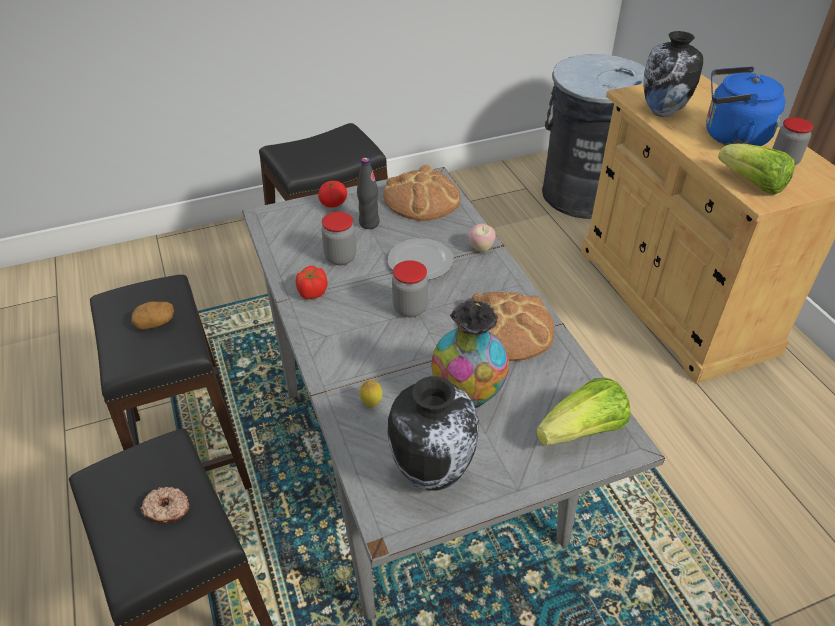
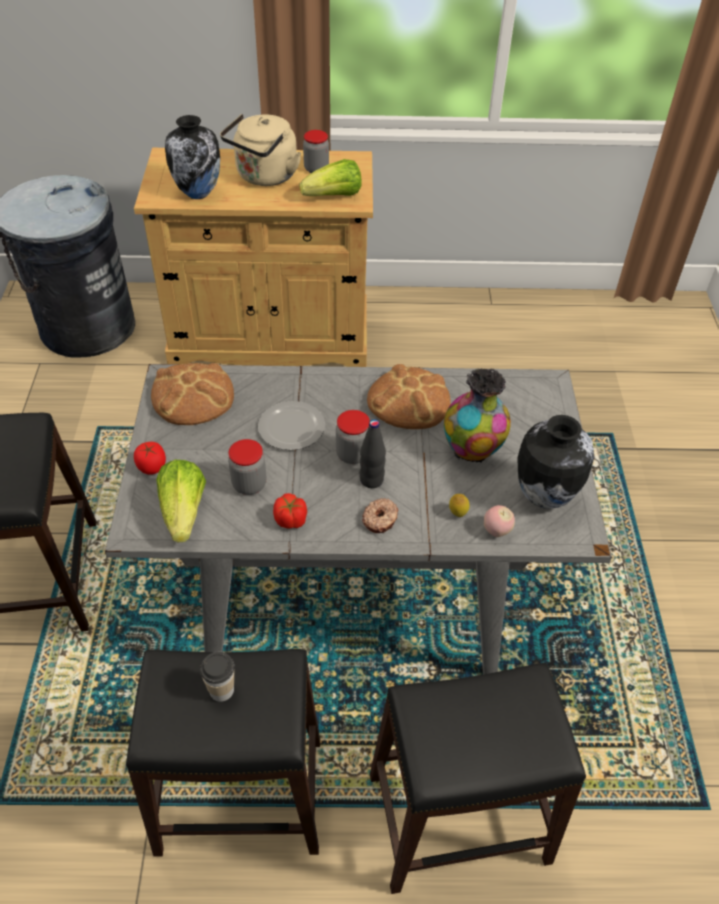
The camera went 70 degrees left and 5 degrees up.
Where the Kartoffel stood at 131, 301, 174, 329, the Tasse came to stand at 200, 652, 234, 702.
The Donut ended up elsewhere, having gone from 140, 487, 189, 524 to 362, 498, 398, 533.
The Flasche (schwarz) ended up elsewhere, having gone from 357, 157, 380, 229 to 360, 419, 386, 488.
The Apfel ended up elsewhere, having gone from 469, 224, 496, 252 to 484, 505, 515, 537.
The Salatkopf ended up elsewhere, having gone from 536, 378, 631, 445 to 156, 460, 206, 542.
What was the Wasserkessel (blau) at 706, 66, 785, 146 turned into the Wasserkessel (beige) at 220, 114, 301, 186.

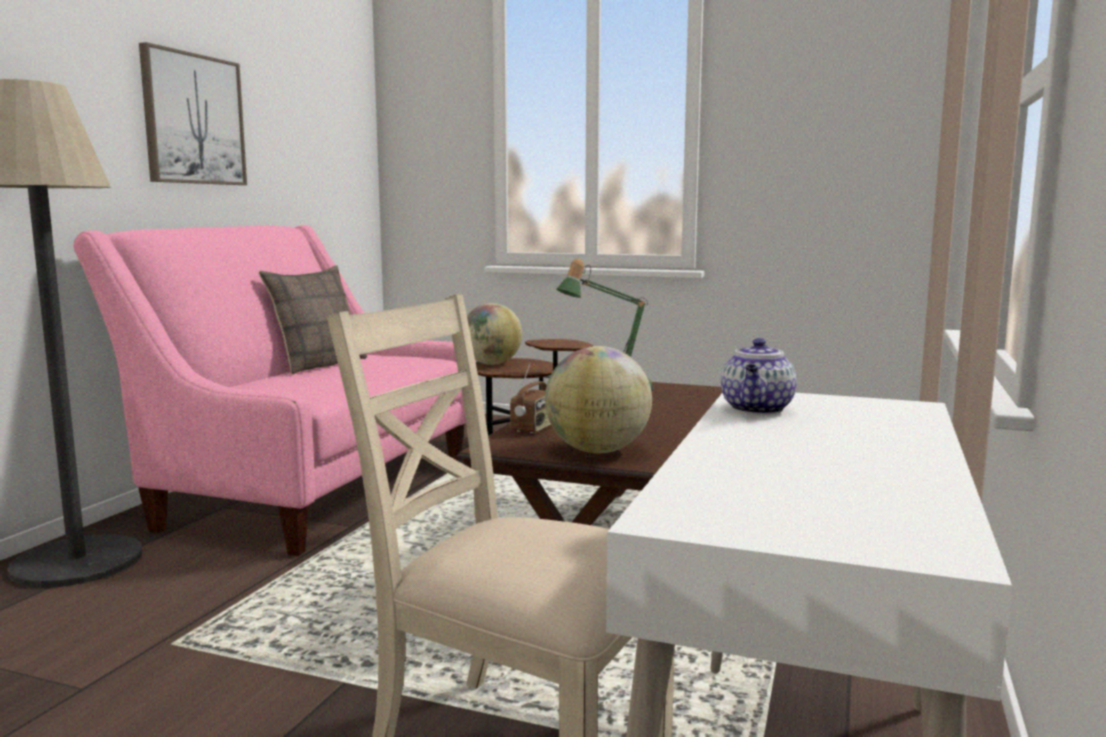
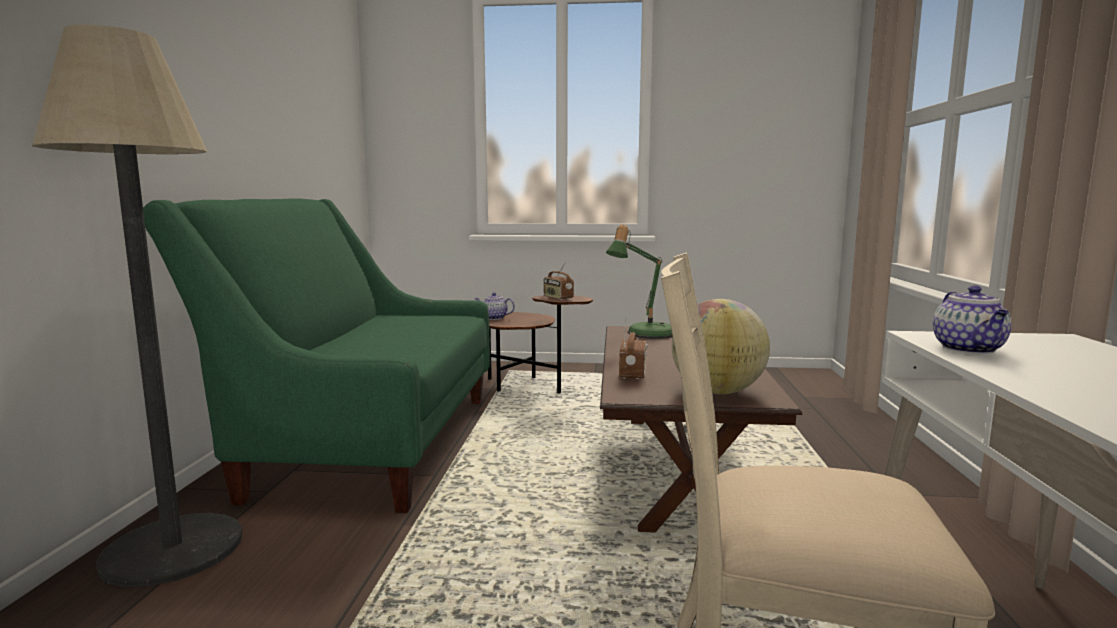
The camera went 15 degrees left and 0 degrees up.
What was the Sofa (rosa) at 73, 225, 466, 556 turned into the Sofa (grün) at 143, 198, 490, 513.
The second view lost the Bild at 139, 42, 247, 185.
The second view lost the Kissen at 259, 265, 367, 375.
Where the Globus stood at 467, 303, 522, 365, the Teekanne came to stand at 474, 292, 515, 320.
The second view gained the Radio at 544, 262, 574, 300.

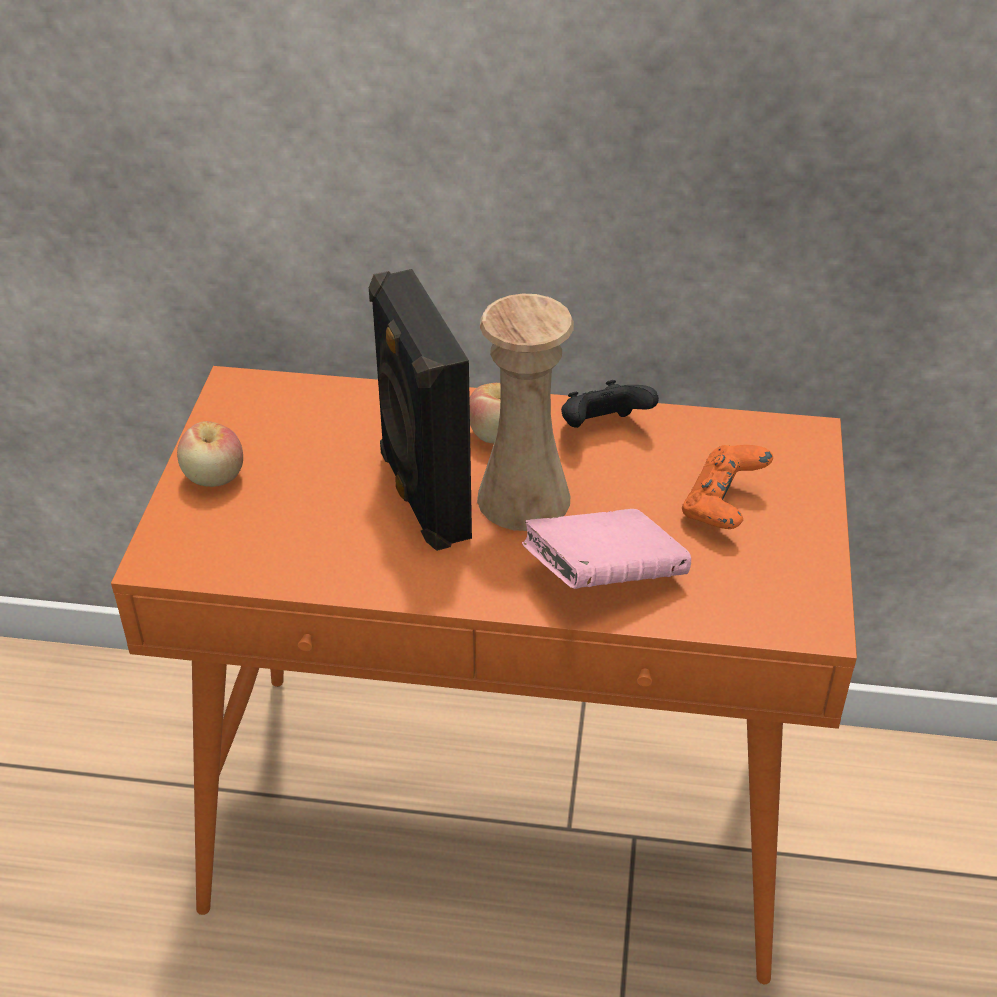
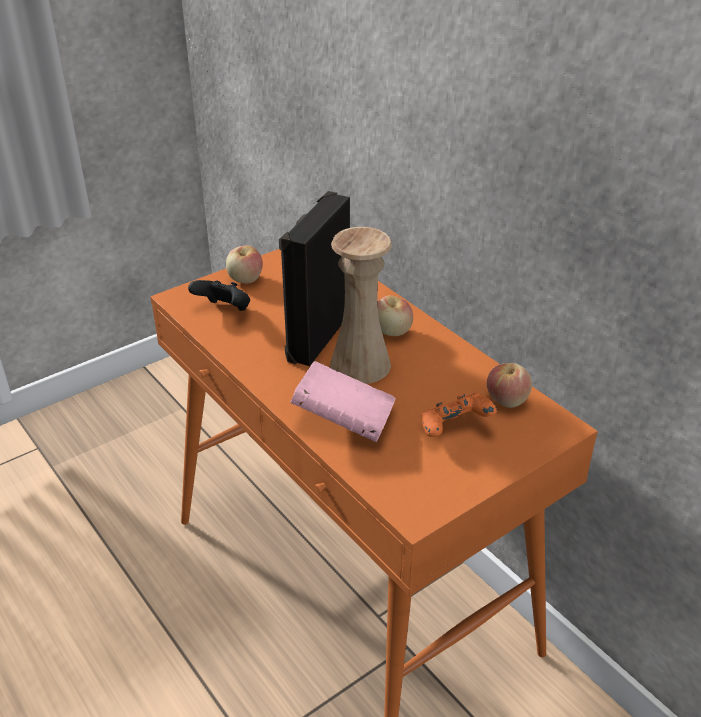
The camera went 45 degrees right and 5 degrees down.
The Gamepad (schwarz) ended up elsewhere, having gone from 561, 380, 659, 428 to 188, 280, 250, 311.
The second view gained the Apfel at 487, 363, 532, 408.

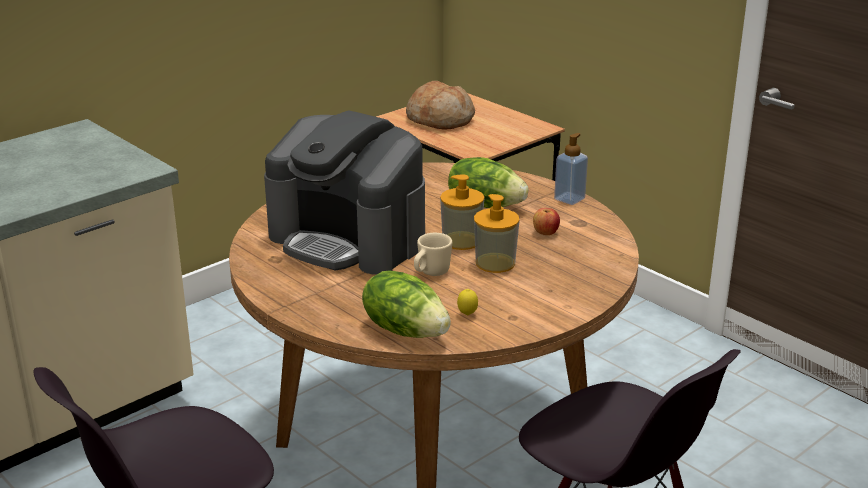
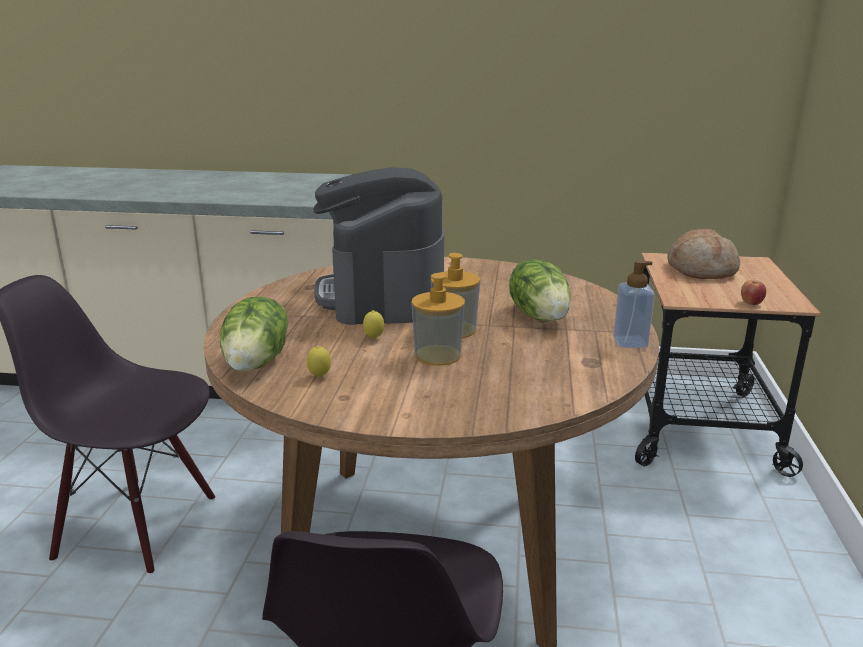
The camera went 50 degrees right and 5 degrees down.
Where the Henkelbecher (beige) stood at 414, 233, 452, 276, the Zitrone came to stand at 363, 310, 384, 339.
The Apfel ended up elsewhere, having gone from 533, 208, 560, 235 to 741, 280, 766, 305.

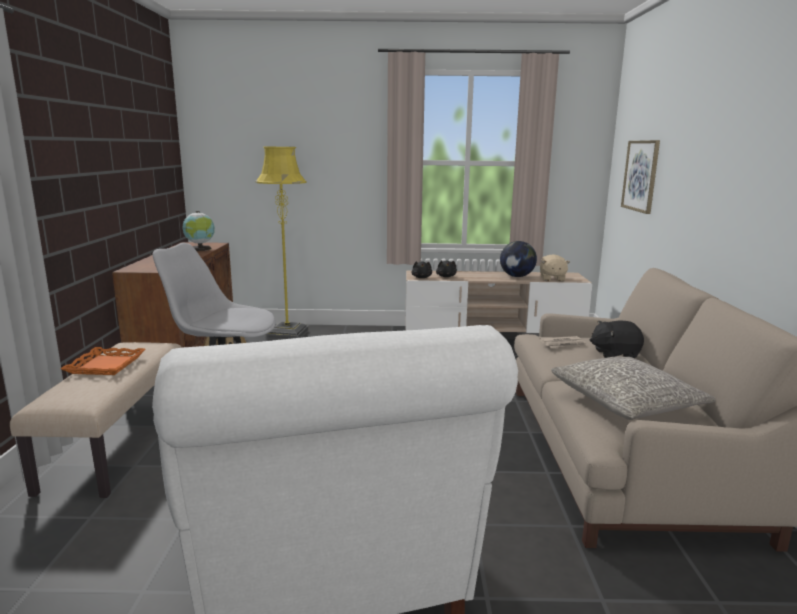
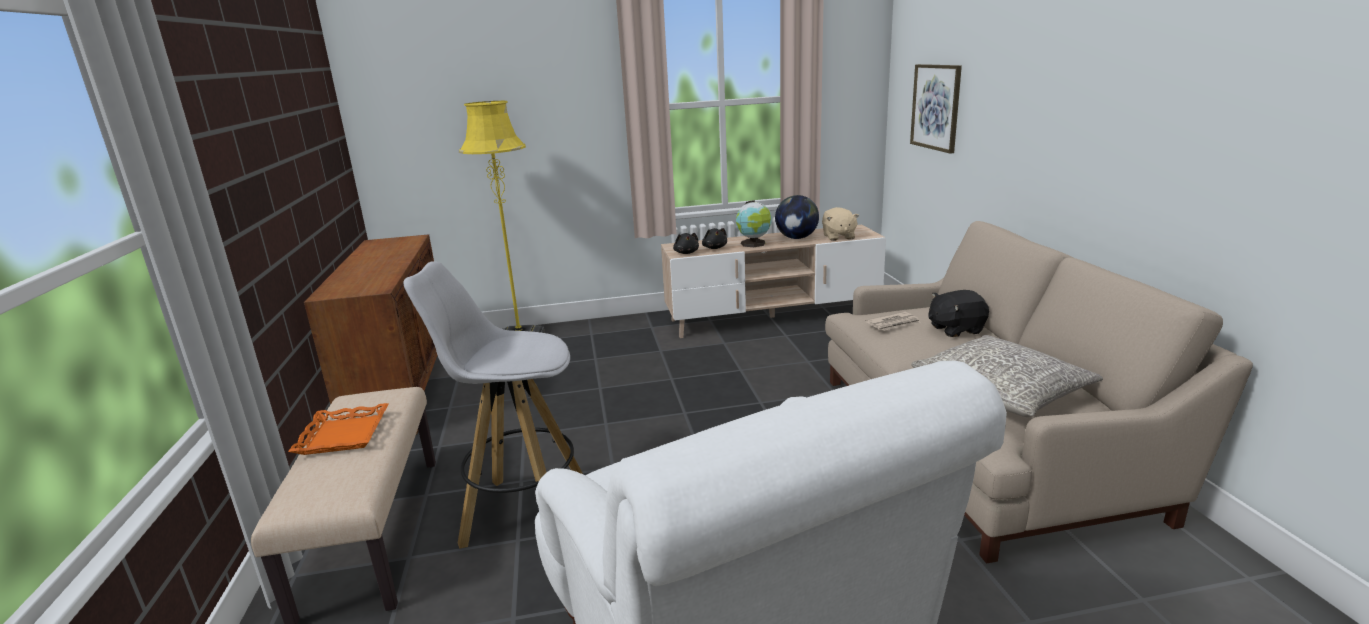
The camera went 10 degrees left and 5 degrees up.
The Globus ended up elsewhere, having gone from 182, 211, 215, 251 to 736, 200, 772, 247.

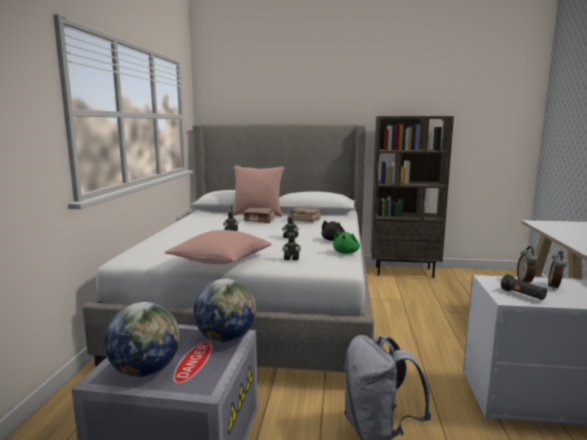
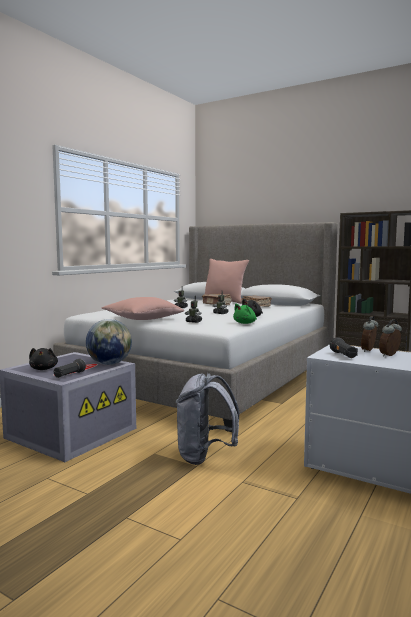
The camera went 25 degrees right and 5 degrees down.
Where the Globus stood at 104, 302, 180, 377, the Plüschtier (schwarz) came to stand at 29, 348, 58, 370.
The second view gained the Taschenlampe (schwarz) at 53, 359, 86, 378.

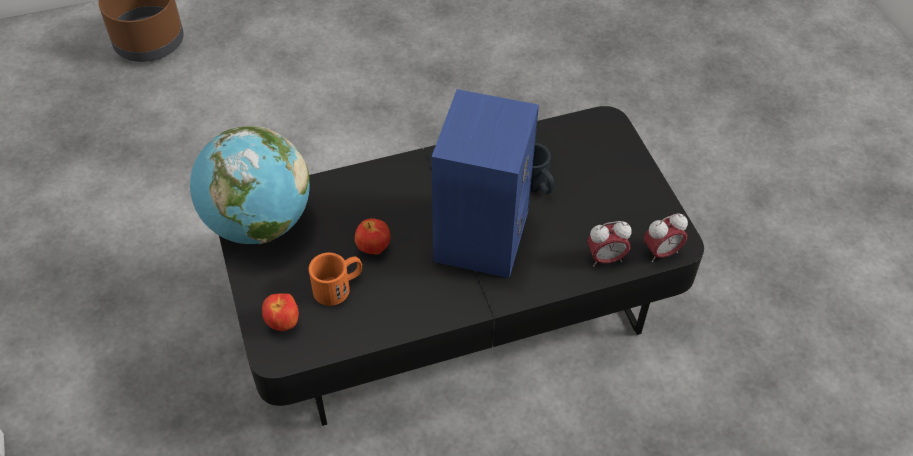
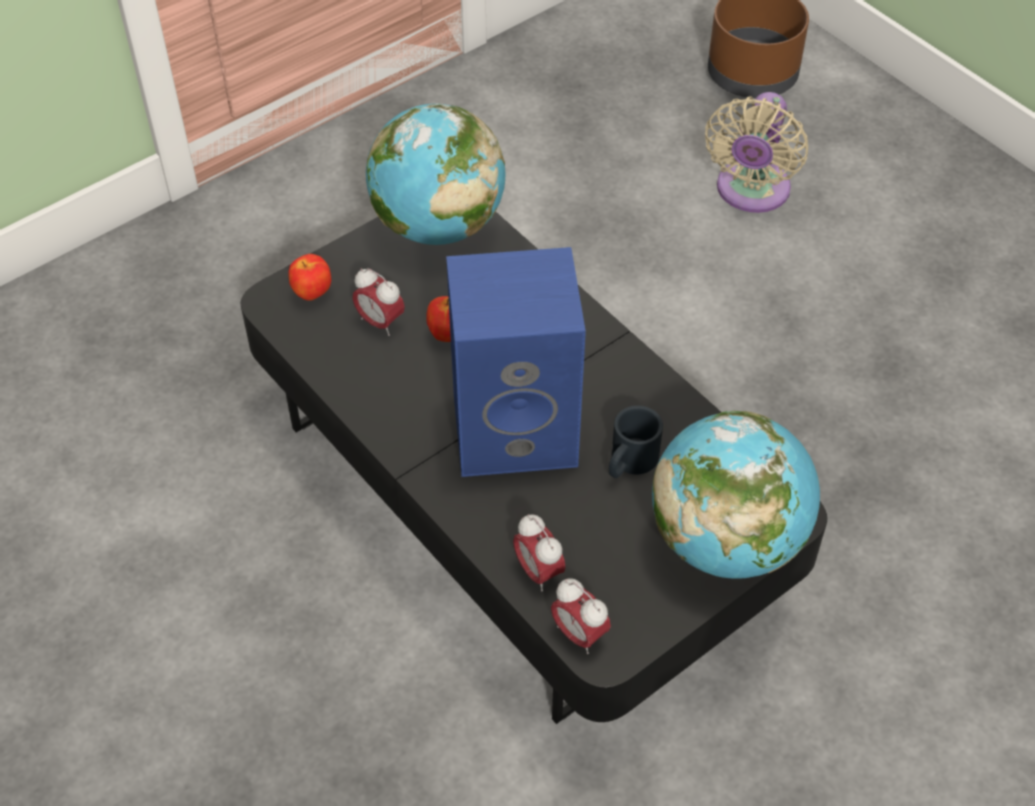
The camera went 70 degrees right and 0 degrees up.
Where the Henkelbecher (orange) stood at 309, 253, 362, 306, the Wecker came to stand at 353, 268, 405, 336.
The second view gained the Globus at 652, 411, 820, 579.
The second view gained the Ventilator (beige) at 705, 92, 808, 213.

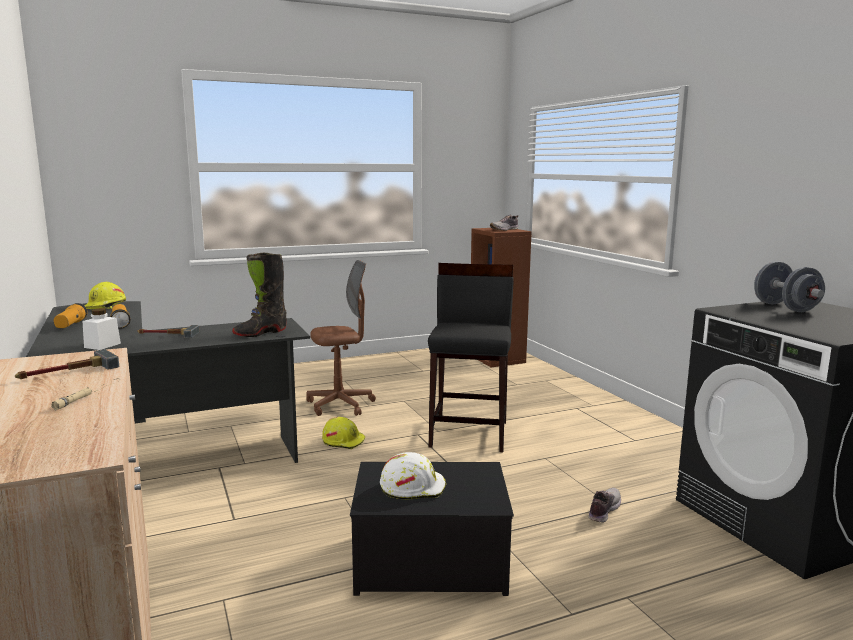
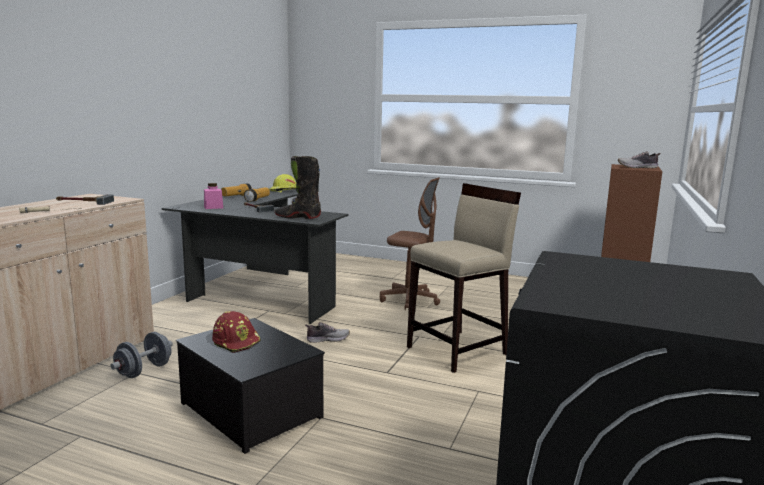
The camera went 45 degrees right and 0 degrees up.
What was the Vorratsglas (weiß) at 83, 309, 121, 350 turned into the Vorratsglas (rosa) at 204, 183, 223, 209.
The second view lost the Schutzhelm (gelb) at 322, 417, 365, 449.
What was the Schutzhelm (weiß) at 380, 452, 446, 499 turned into the Schutzhelm (rot) at 212, 311, 261, 353.
What was the Hocker (schwarz) at 428, 263, 514, 452 turned into the Hocker (beige) at 407, 183, 521, 373.
The Schuh ended up elsewhere, having gone from 588, 487, 621, 523 to 305, 322, 350, 343.
The Hantel (grau) ended up elsewhere, having gone from 754, 261, 825, 312 to 111, 332, 173, 378.

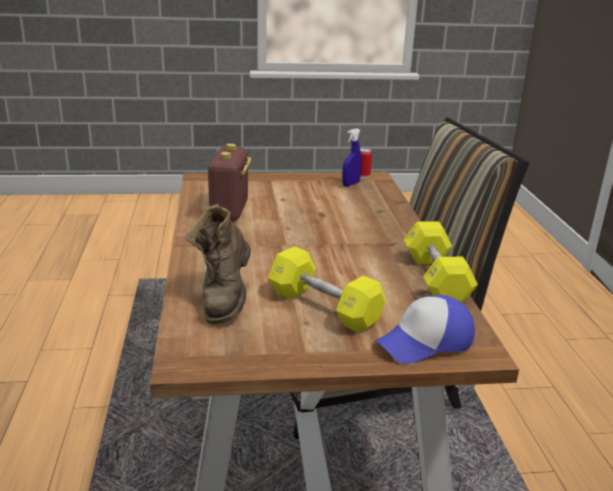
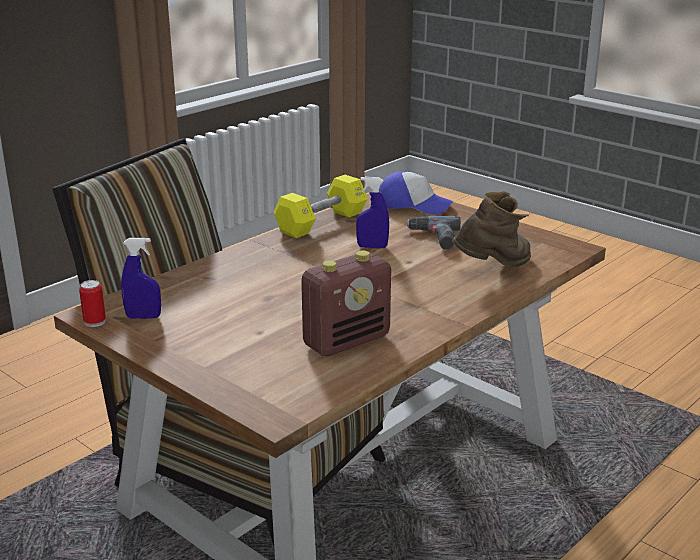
The camera went 130 degrees left and 0 degrees up.
Where the Hantel (gelb) stood at 268, 246, 386, 333, the Bohrmaschine came to stand at 406, 216, 461, 250.
The second view gained the Sprühflasche (blau) at 356, 177, 389, 249.

